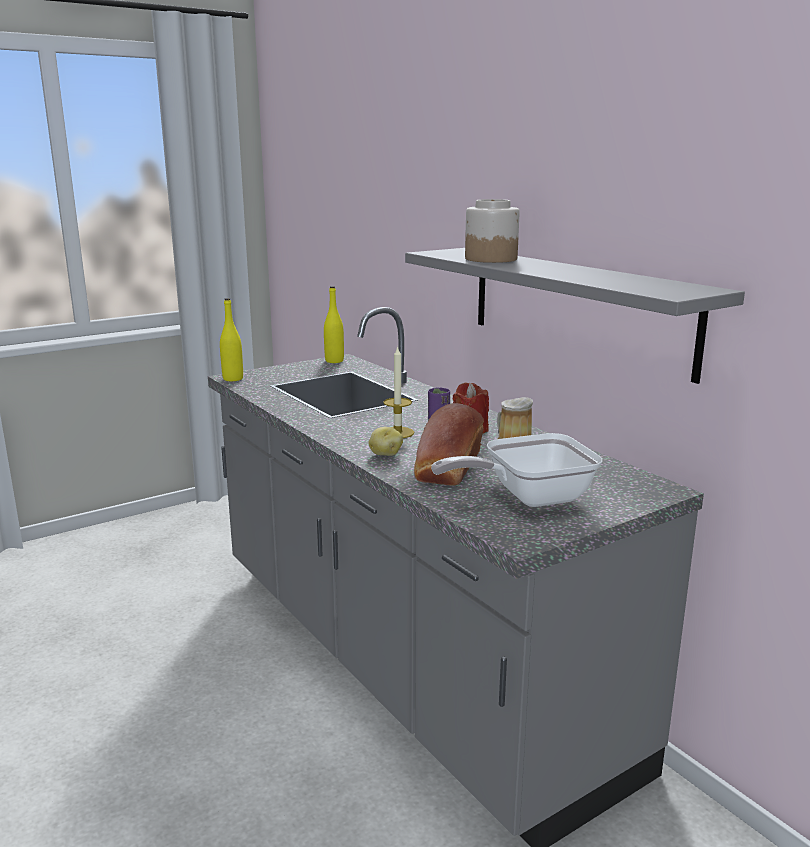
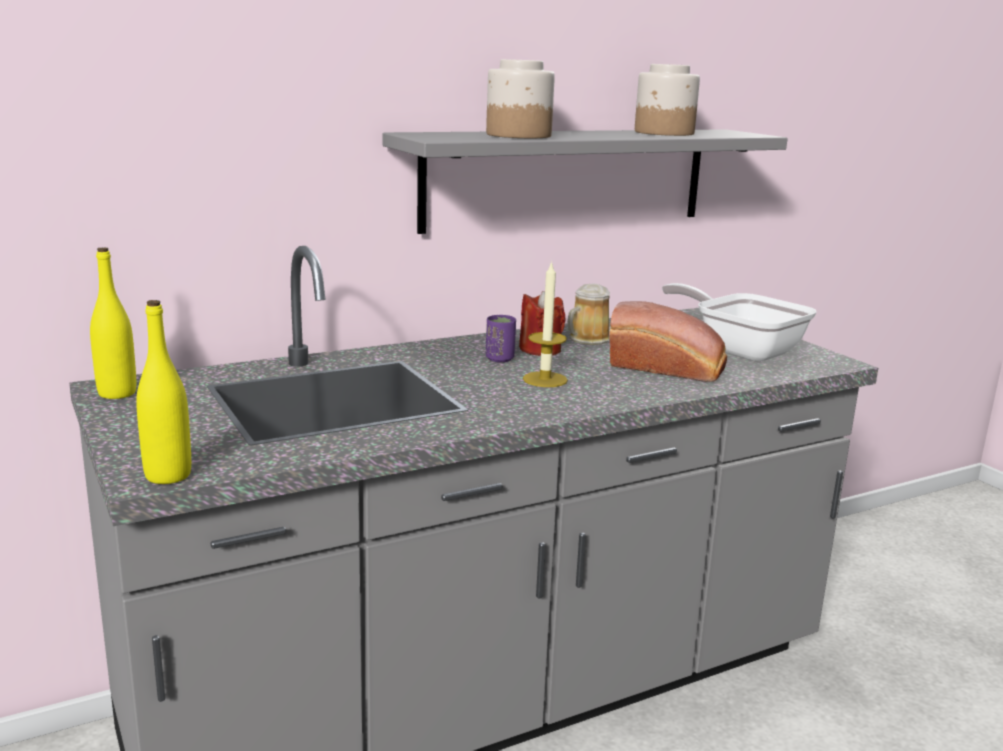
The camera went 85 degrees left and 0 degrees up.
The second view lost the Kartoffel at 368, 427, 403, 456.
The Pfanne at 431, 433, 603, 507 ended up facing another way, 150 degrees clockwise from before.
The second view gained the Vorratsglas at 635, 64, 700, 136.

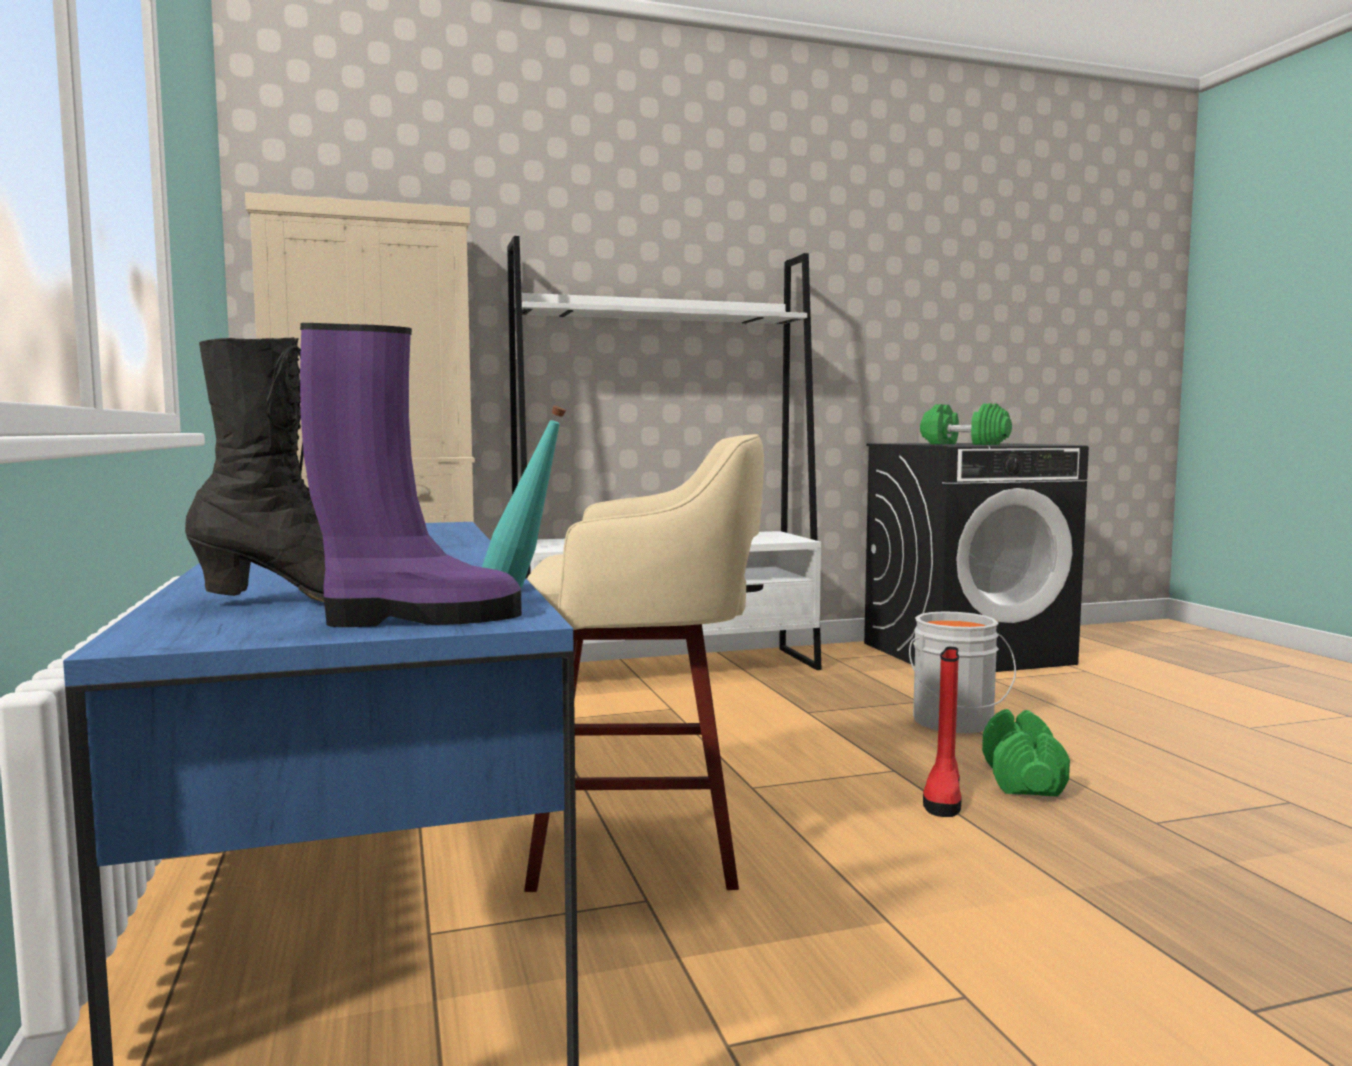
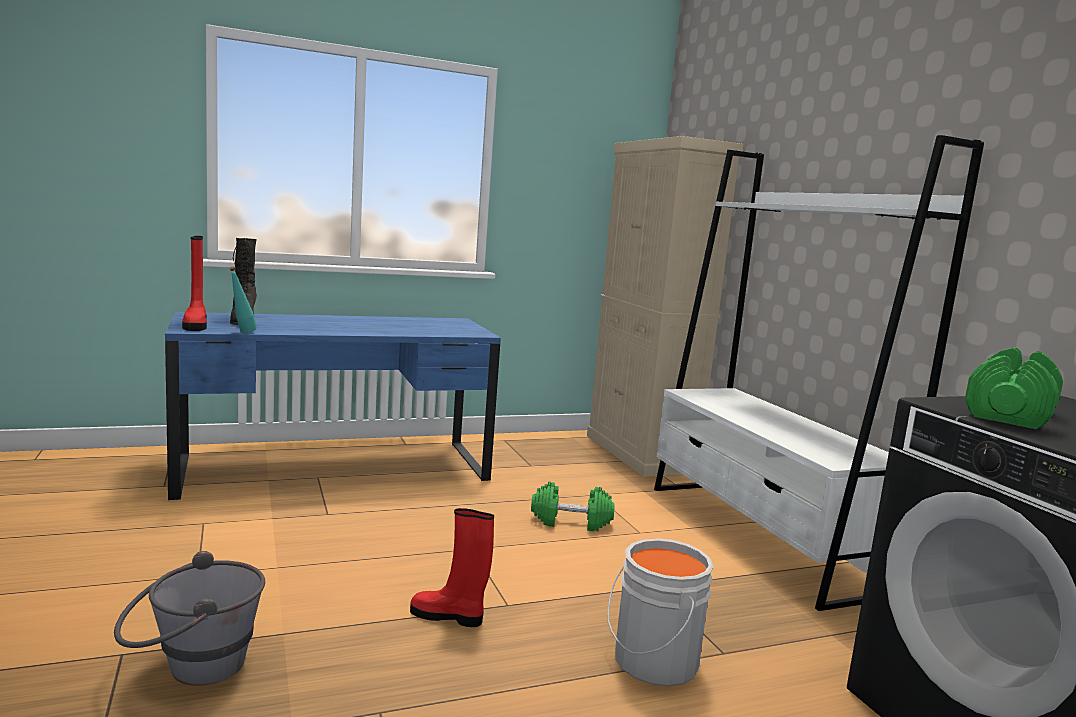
The camera went 85 degrees right and 5 degrees up.
What was the Stiefel (lila) at 300, 323, 522, 627 turned into the Stiefel (rot) at 182, 236, 207, 331.
The second view lost the Hocker (beige) at 524, 434, 764, 892.
The Hantel (grün) ended up elsewhere, having gone from 982, 709, 1070, 797 to 531, 482, 615, 531.
The second view gained the Eimer (grau) at 114, 551, 265, 686.

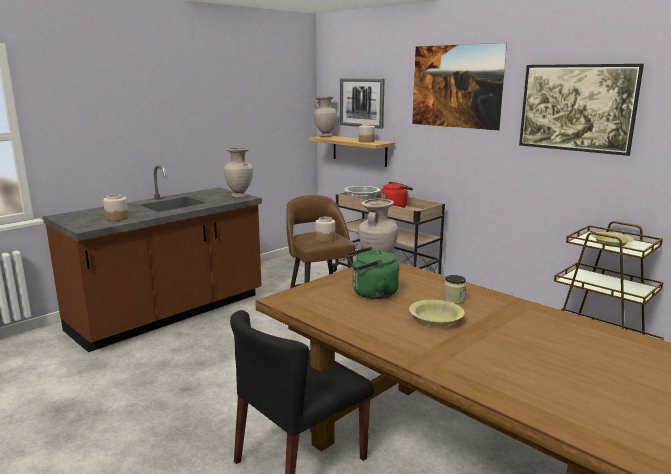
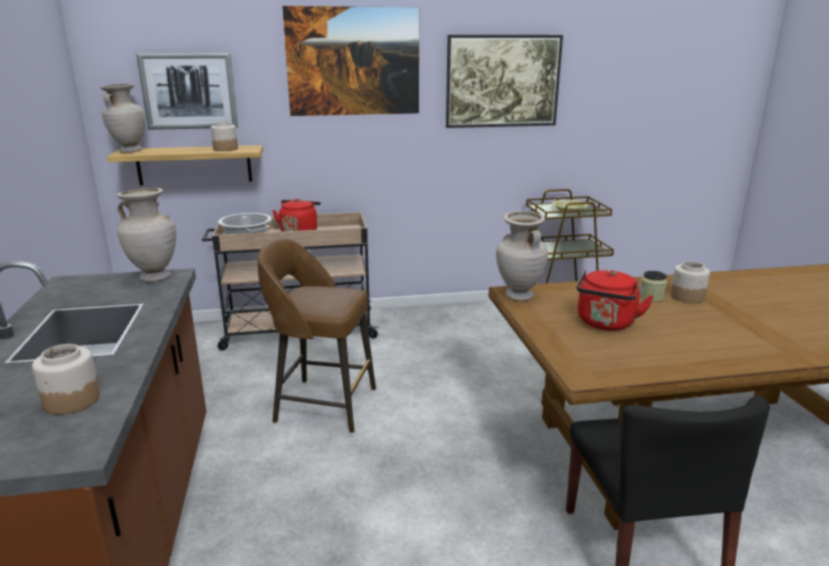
The camera went 55 degrees left and 5 degrees up.
The Vorratsglas ended up elsewhere, having gone from 315, 217, 335, 242 to 671, 261, 710, 303.
What was the Wasserkessel (grün) at 347, 247, 399, 299 turned into the Wasserkessel (rot) at 577, 270, 654, 331.
The second view lost the Schüssel (gelb) at 409, 300, 465, 326.

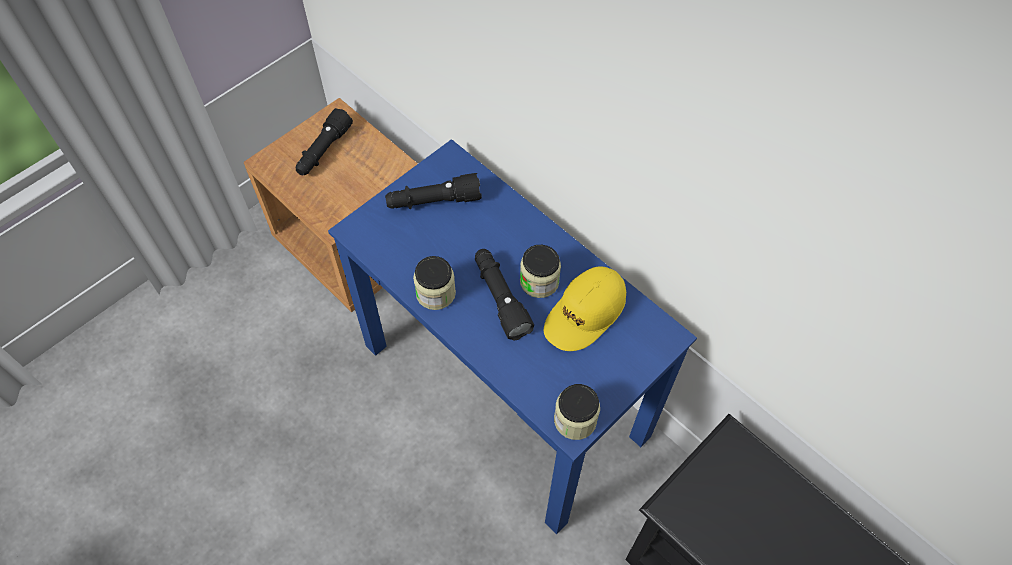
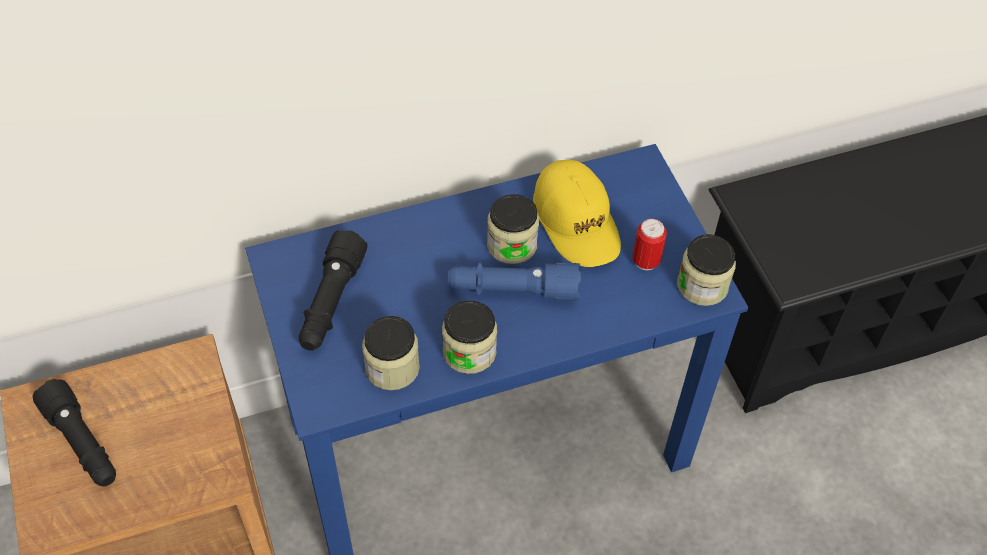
The camera went 65 degrees left and 5 degrees down.
What was the Taschenlampe (schwarz) at 475, 249, 534, 340 turned into the Taschenlampe (blau) at 448, 262, 581, 301.
The second view gained the Vorratsglas at 362, 316, 420, 390.
The second view gained the Dose at 632, 219, 667, 270.

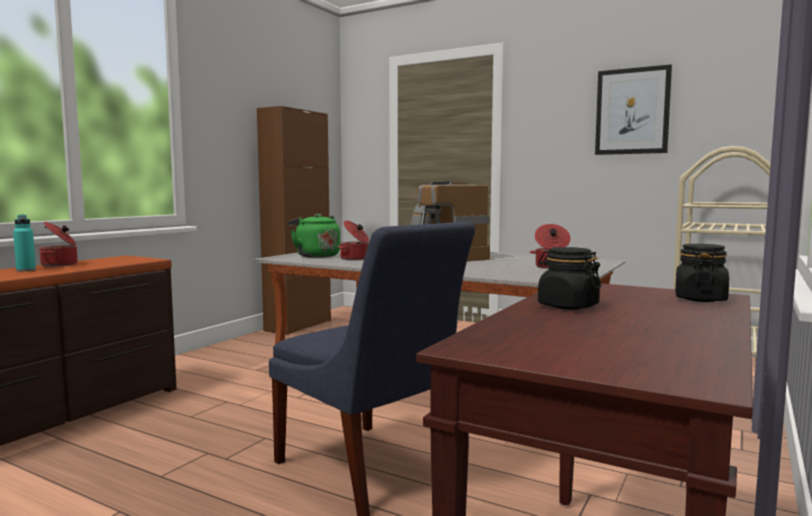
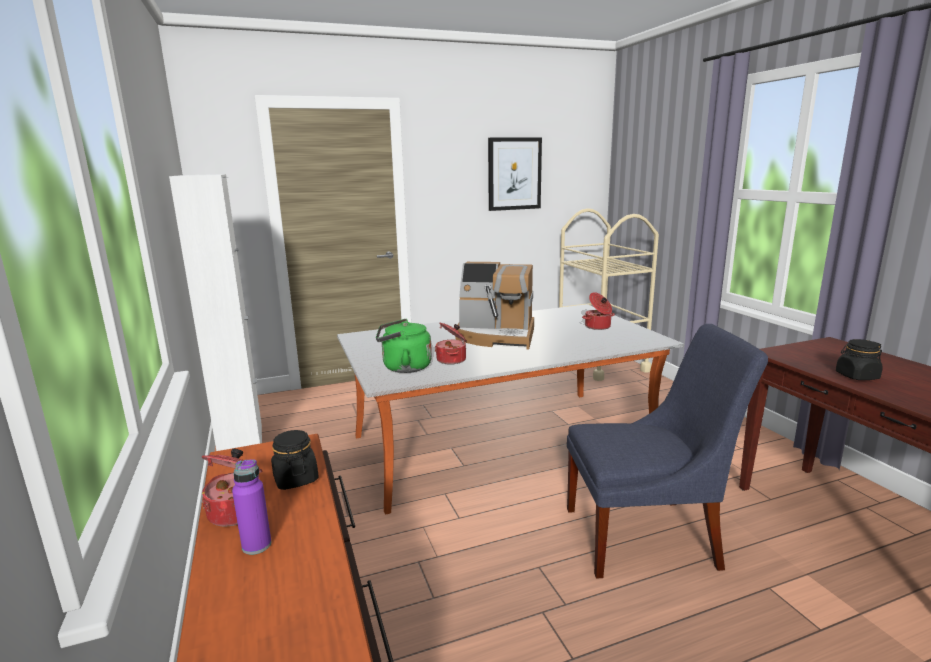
The camera went 50 degrees left and 10 degrees up.
What was the Flasche (türkis) at 13, 215, 36, 271 turned into the Flasche (lila) at 232, 460, 271, 555.
What was the Schrank (braun) at 257, 106, 331, 335 turned into the Schrank (weiß) at 169, 174, 262, 451.
The Vorratsglas (schwarz) ended up elsewhere, having gone from 675, 244, 729, 302 to 271, 430, 319, 490.

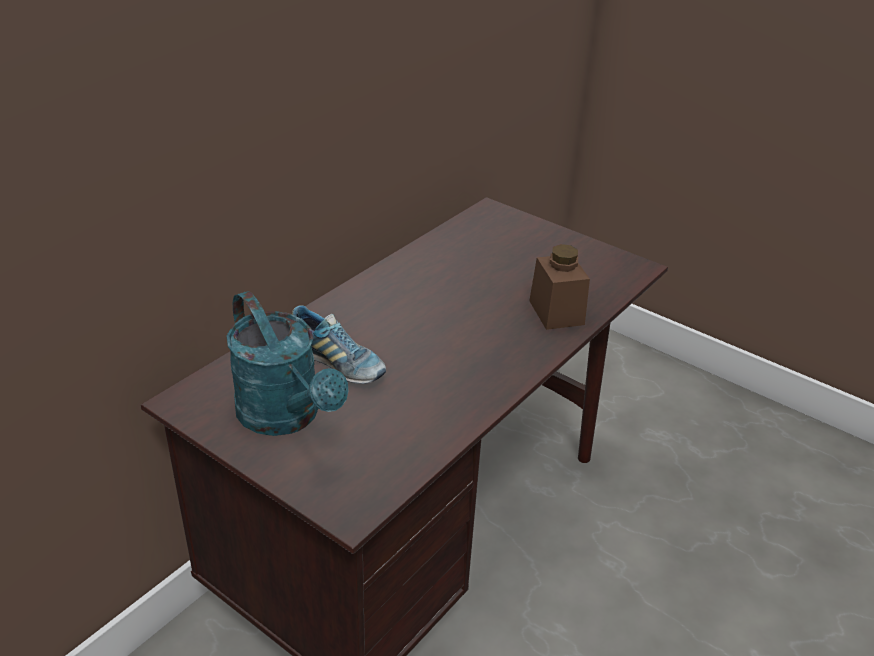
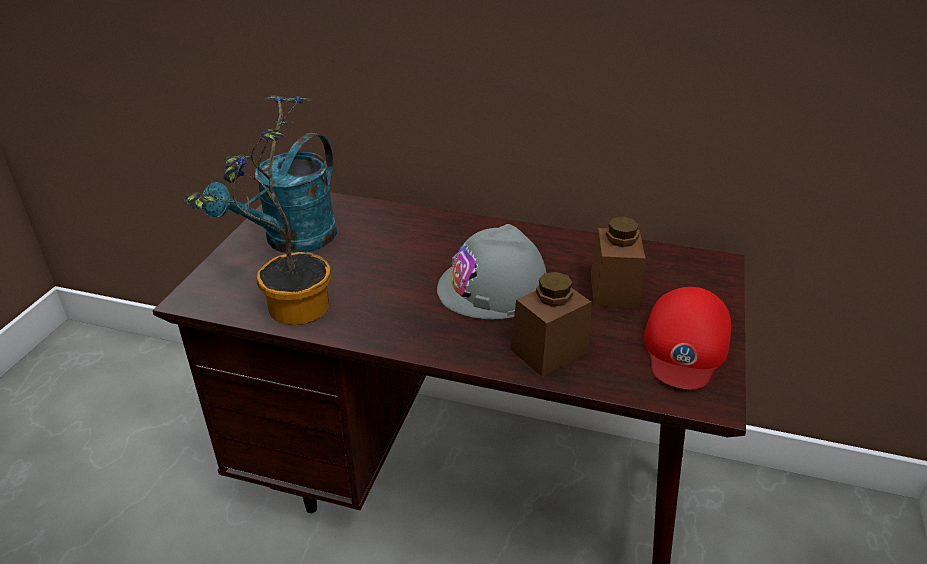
The camera went 70 degrees right and 0 degrees up.
The second view lost the Schuh at 292, 305, 386, 384.
The second view gained the Topfpflanze at 184, 95, 331, 325.
The second view gained the Schutzhelm (grau) at 437, 224, 547, 319.
The second view gained the Vorratsglas (braun) at 591, 217, 646, 308.
The second view gained the Kappe (rot) at 644, 287, 731, 390.

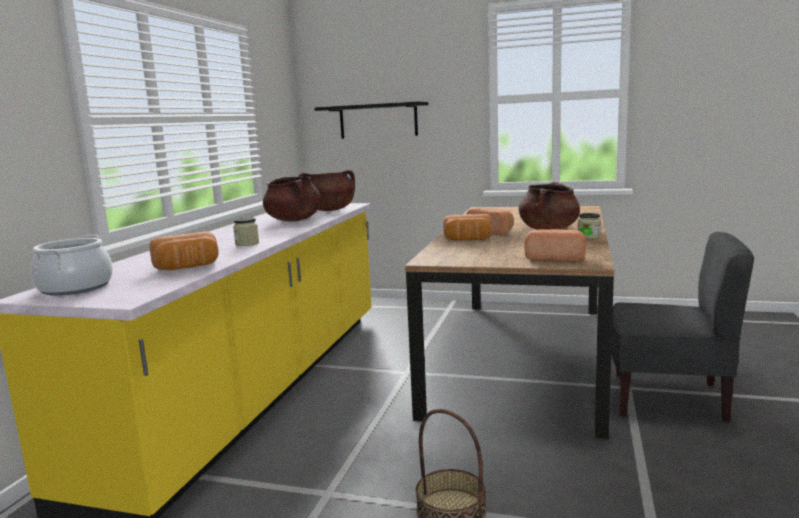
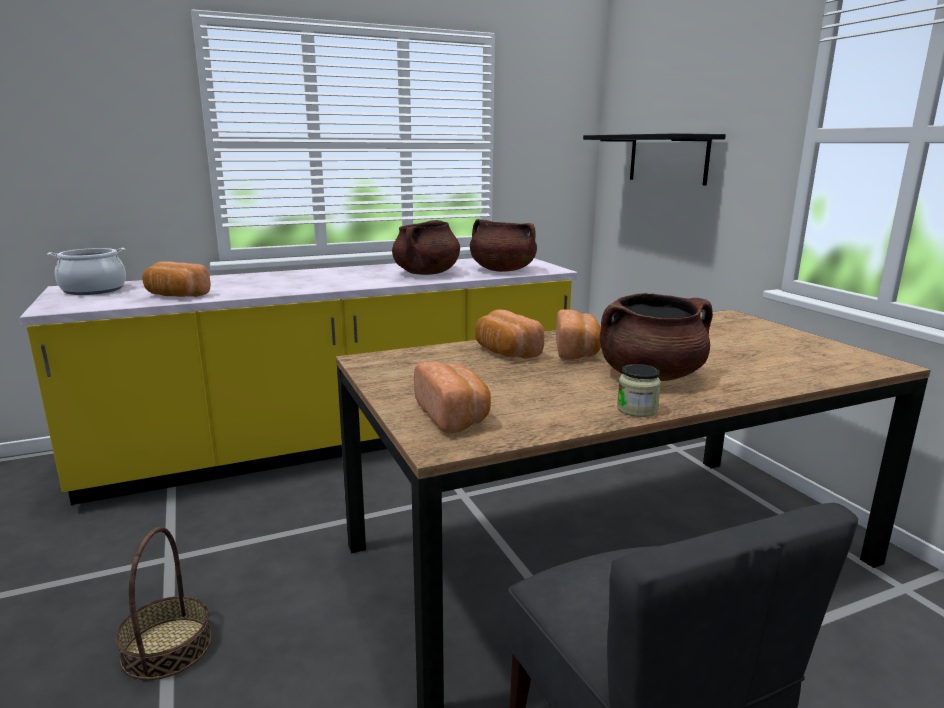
The camera went 50 degrees right and 5 degrees up.
The second view lost the Vorratsglas at 233, 218, 259, 246.

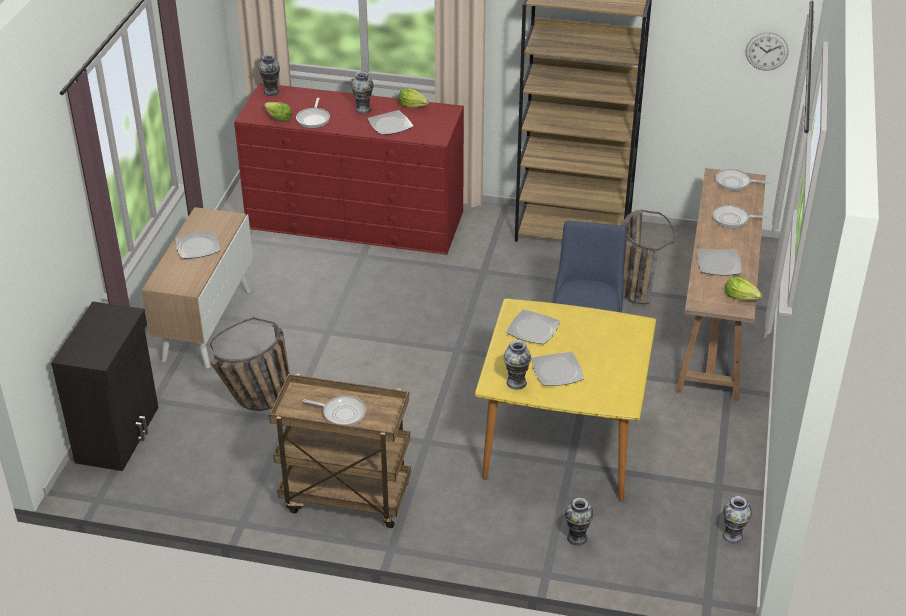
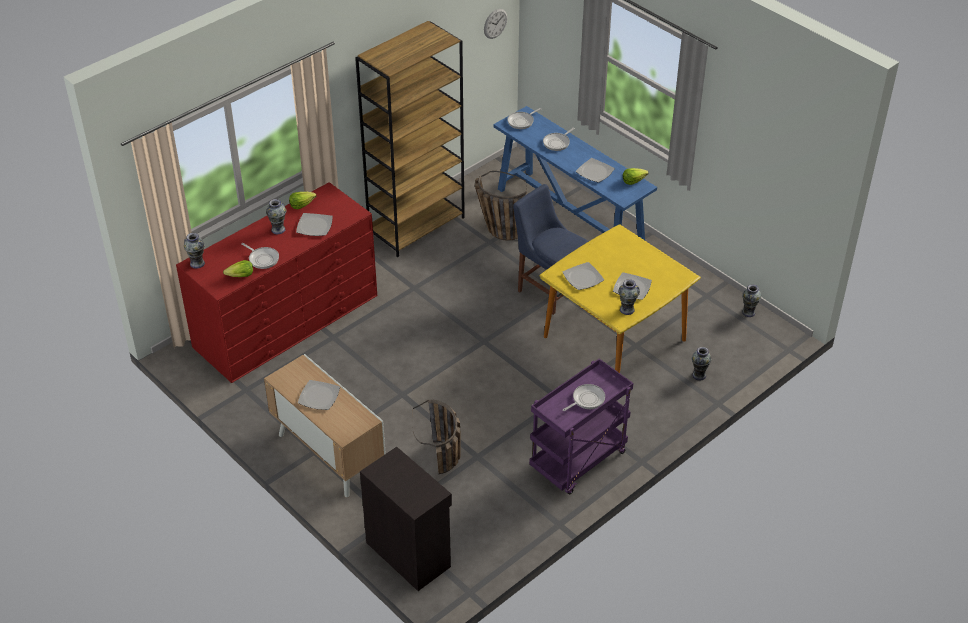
The camera went 55 degrees left and 5 degrees up.
What was the Rollwagen (braun) at 269, 374, 411, 528 turned into the Rollwagen (lila) at 529, 358, 633, 495.
What was the Konsolentisch (braun) at 675, 168, 766, 401 turned into the Konsolentisch (blau) at 493, 106, 657, 240.

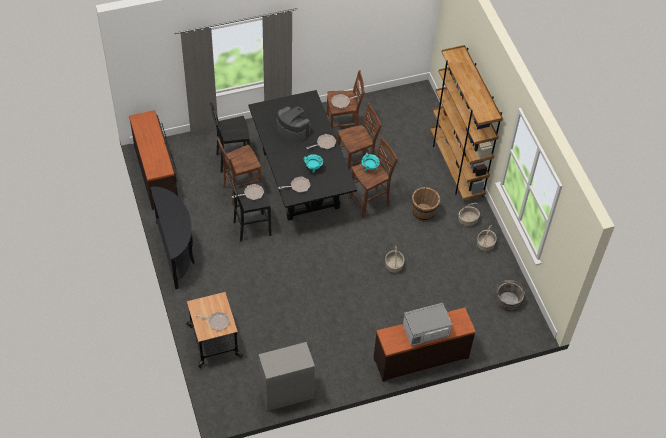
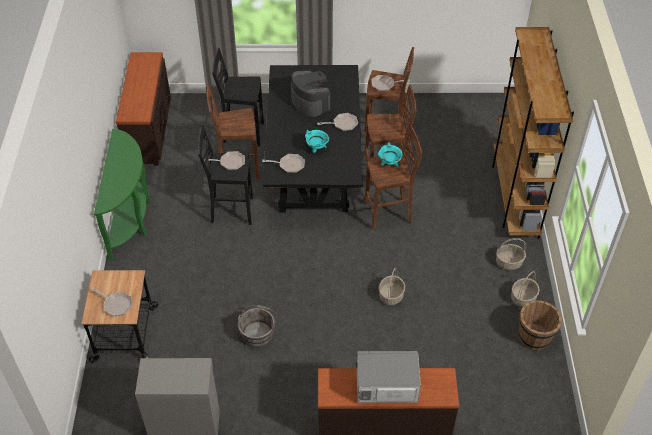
The camera went 20 degrees right and 5 degrees down.
What was the Konsolentisch (schwarz) at 150, 187, 195, 289 turned into the Konsolentisch (grün) at 94, 129, 151, 260.
The Eimer (braun) ended up elsewhere, having gone from 412, 187, 440, 222 to 519, 300, 562, 350.
The Eimer (grau) ended up elsewhere, having gone from 497, 280, 525, 311 to 238, 305, 277, 348.

